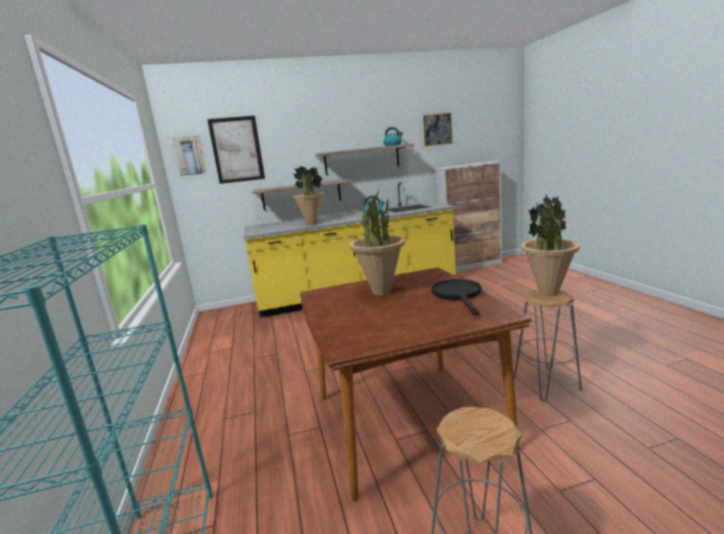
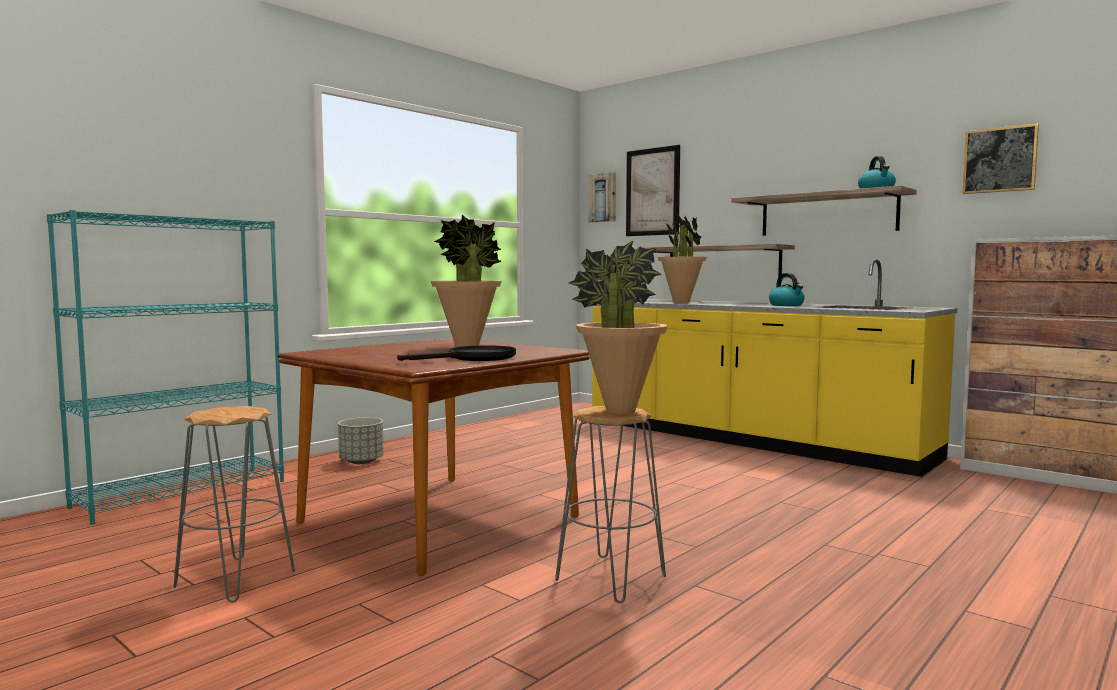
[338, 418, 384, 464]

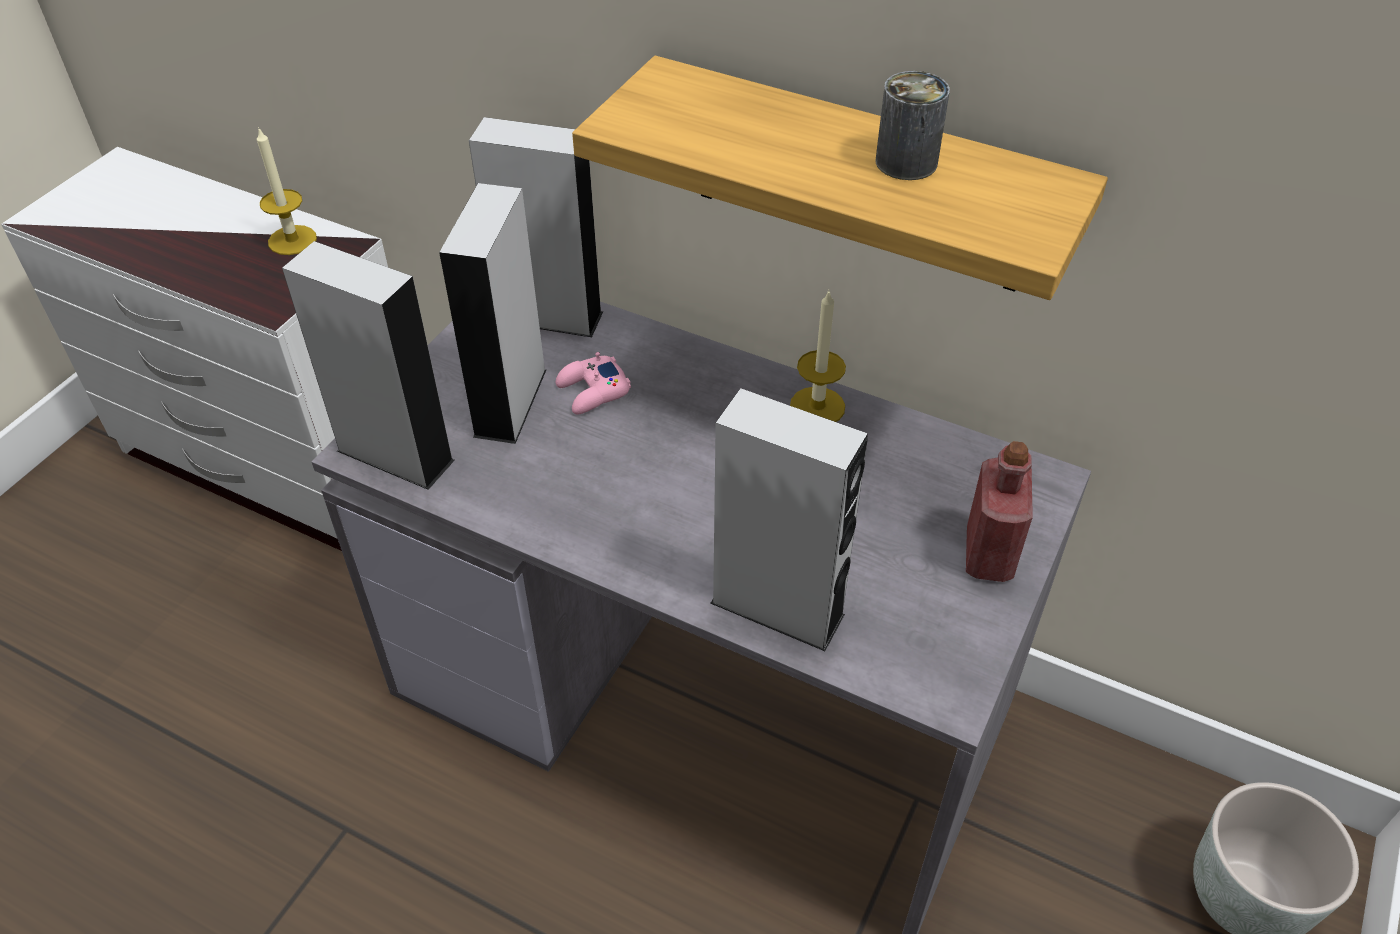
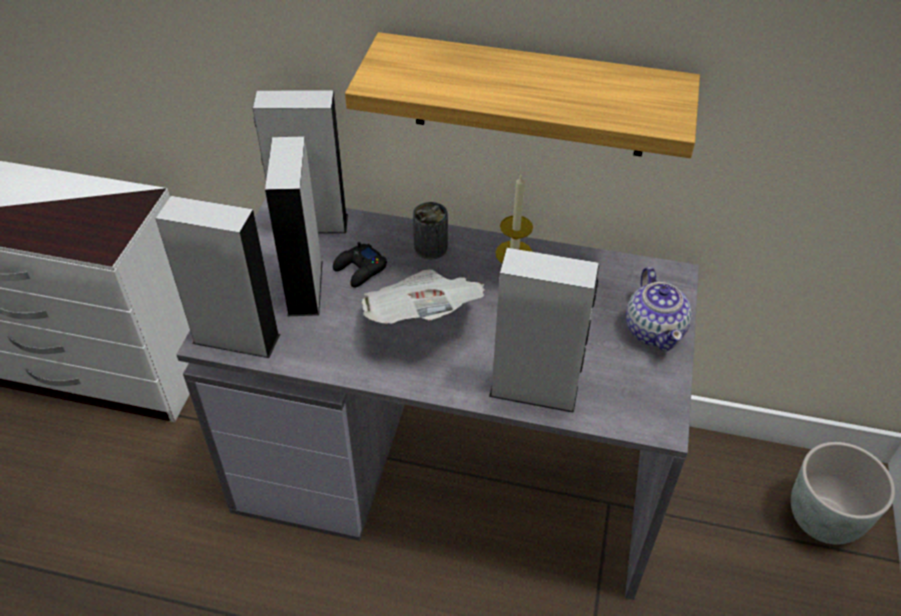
[257, 127, 317, 255] (first image)
[362, 269, 484, 324]
[413, 202, 448, 259]
[626, 267, 692, 351]
[333, 242, 387, 288]

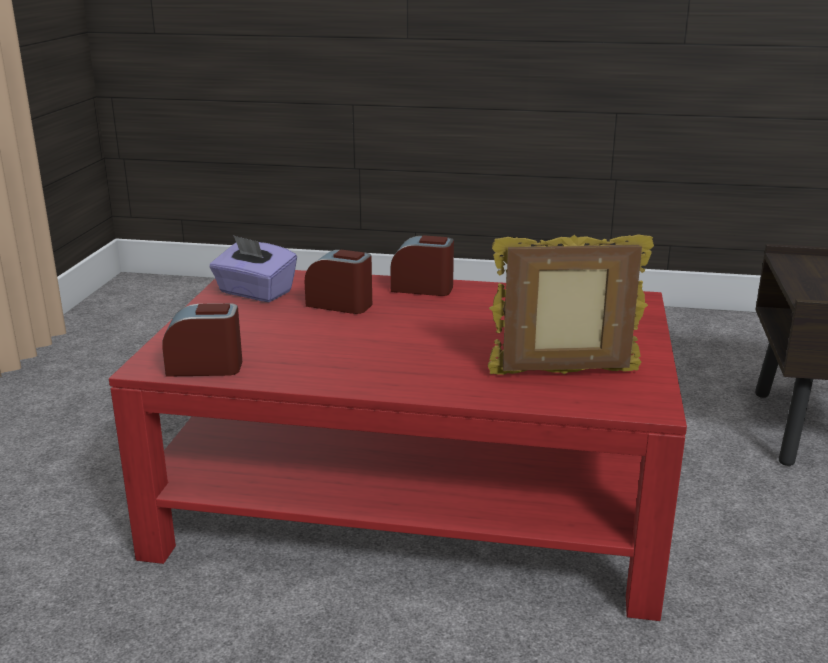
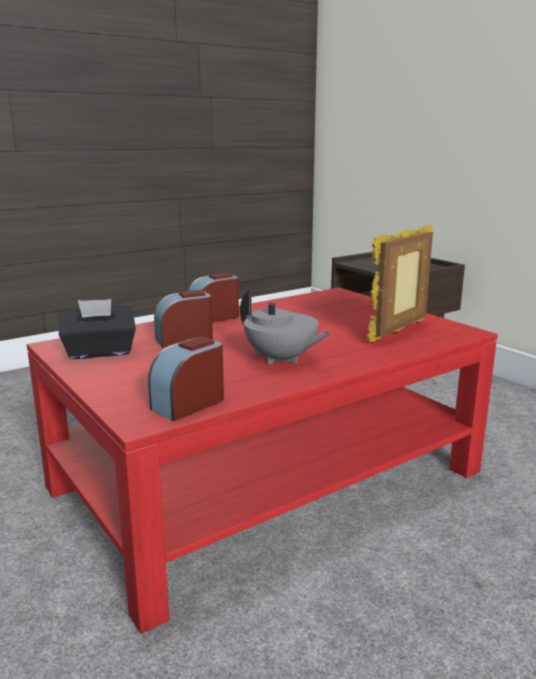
[240, 290, 331, 365]
[59, 299, 136, 359]

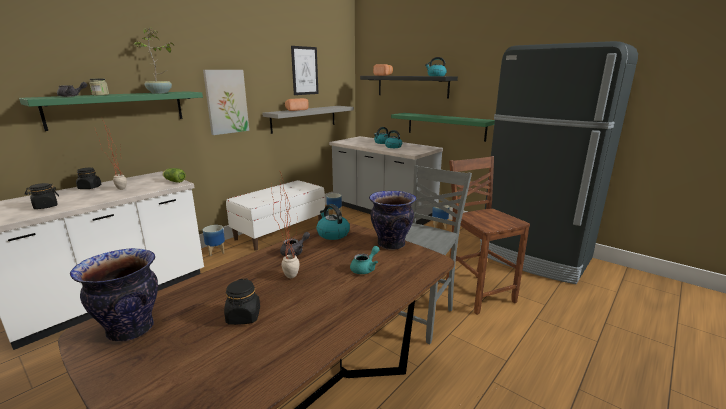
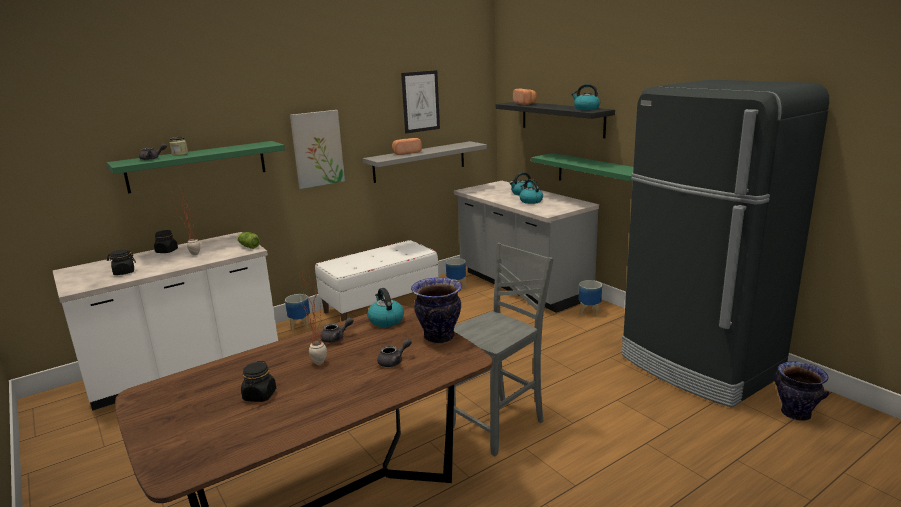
[134, 27, 174, 94] (first image)
[446, 156, 530, 315] (first image)
[774, 361, 829, 421]
[377, 338, 412, 367]

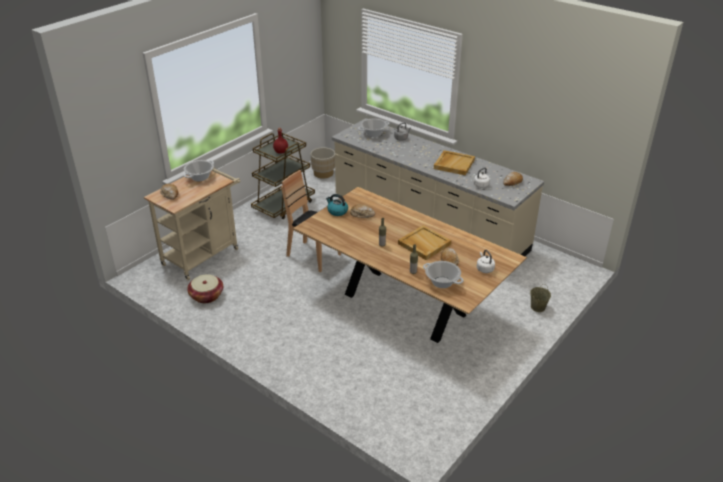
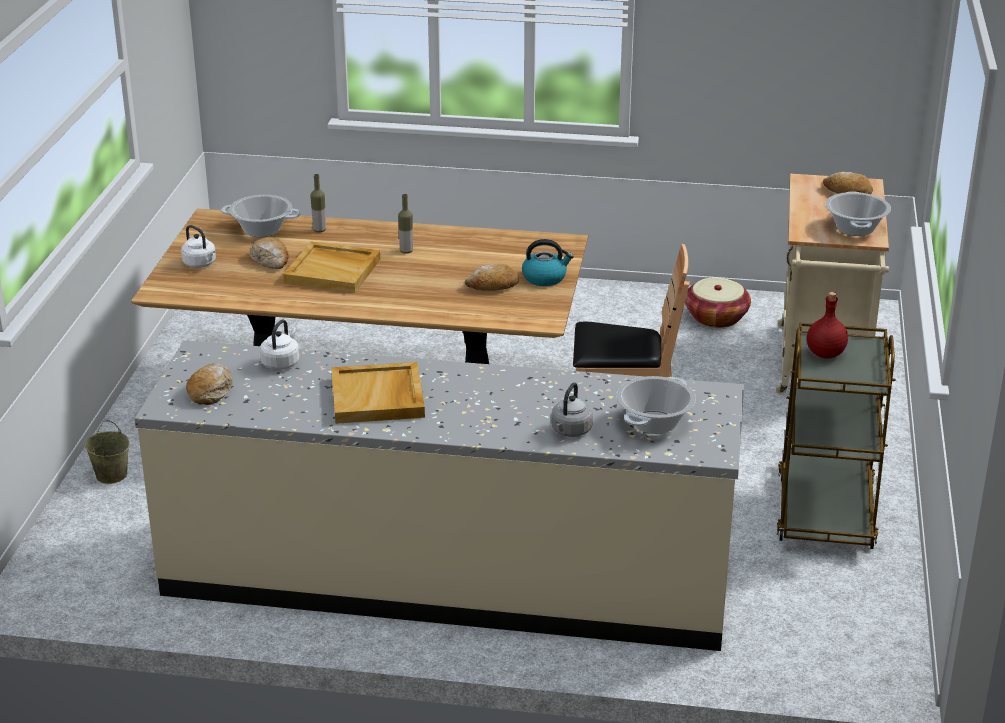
[311, 147, 335, 179] (first image)

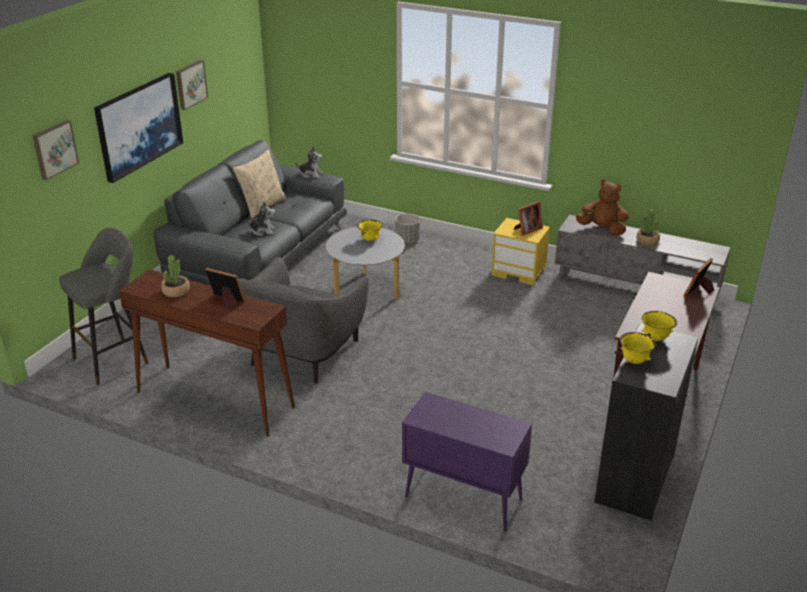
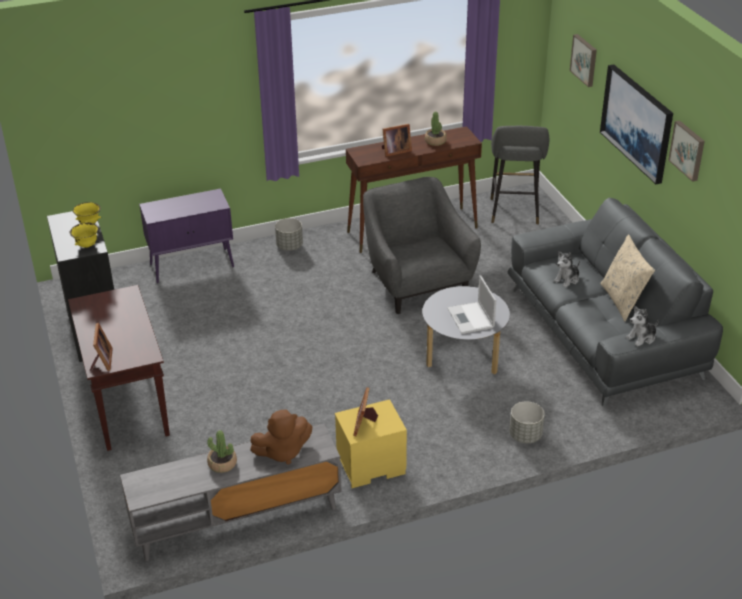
[275, 218, 303, 251]
[447, 275, 496, 334]

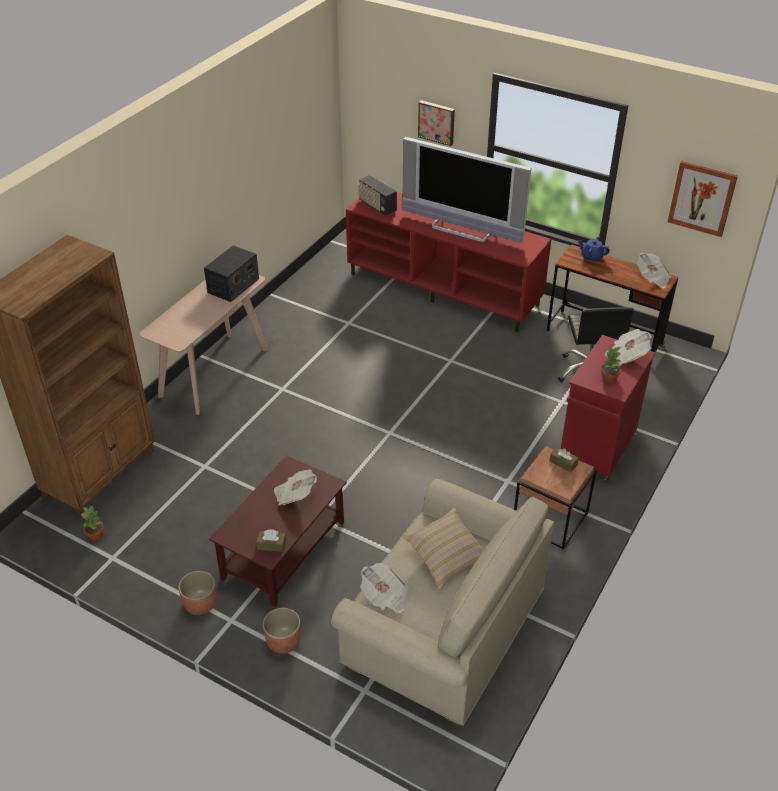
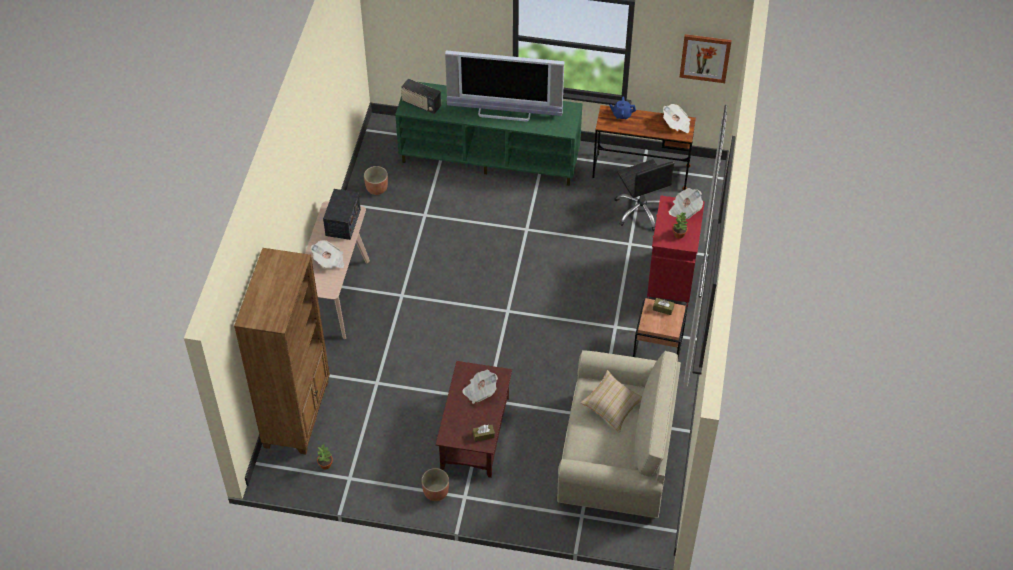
[418, 100, 455, 146] (first image)
[364, 166, 388, 195]
[311, 240, 344, 269]
[395, 80, 582, 186]

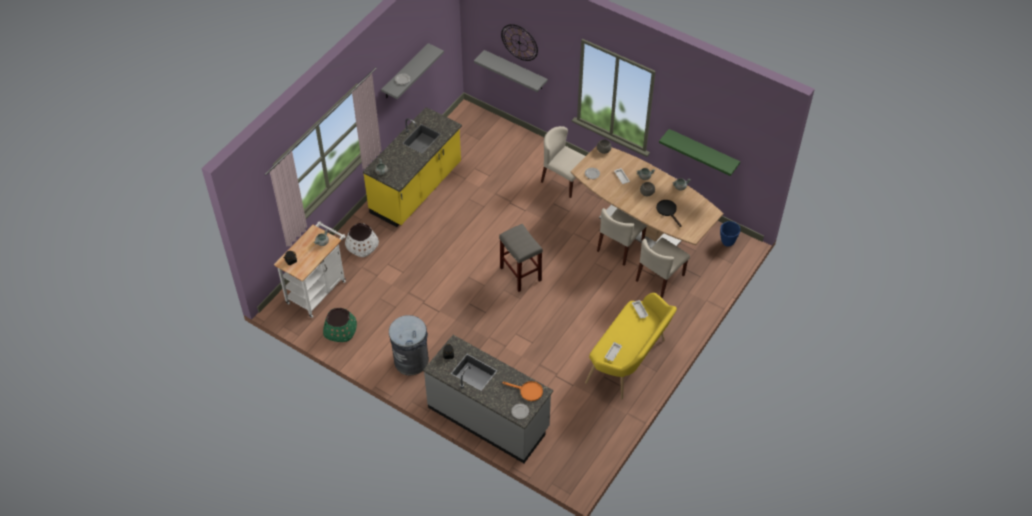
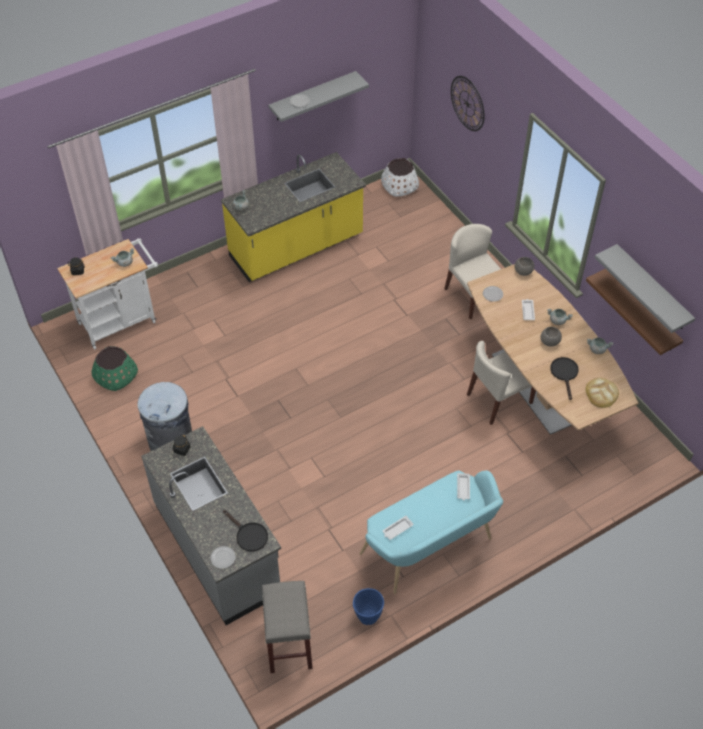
[636, 238, 690, 298] (first image)
[586, 378, 619, 408]
[381, 158, 419, 197]
[594, 244, 695, 333]
[262, 581, 313, 673]
[353, 588, 384, 625]
[223, 510, 268, 551]
[359, 470, 503, 594]
[586, 269, 683, 355]

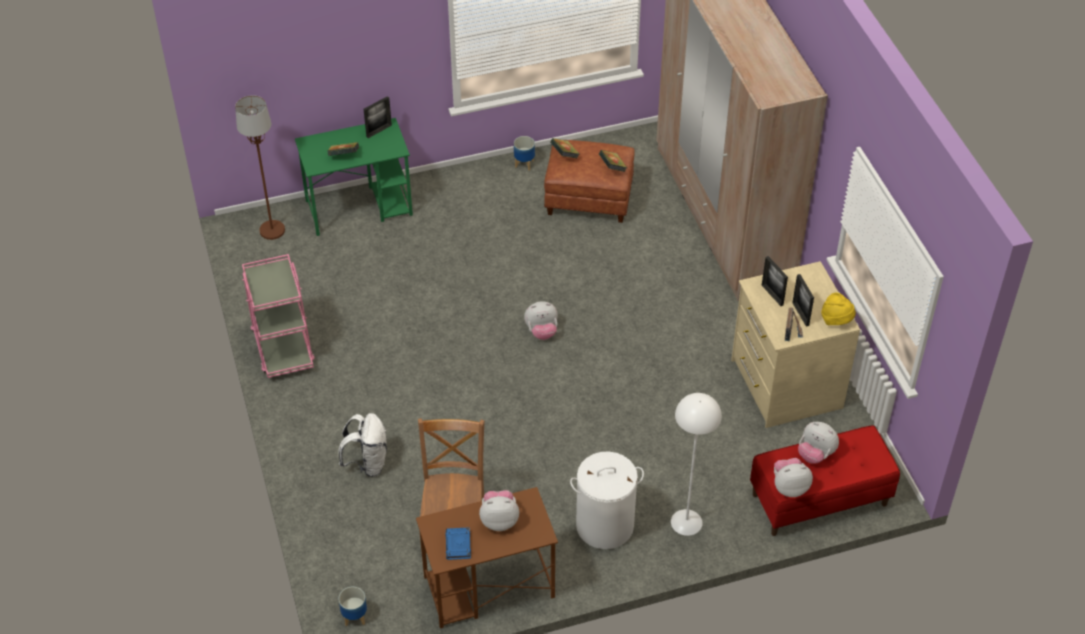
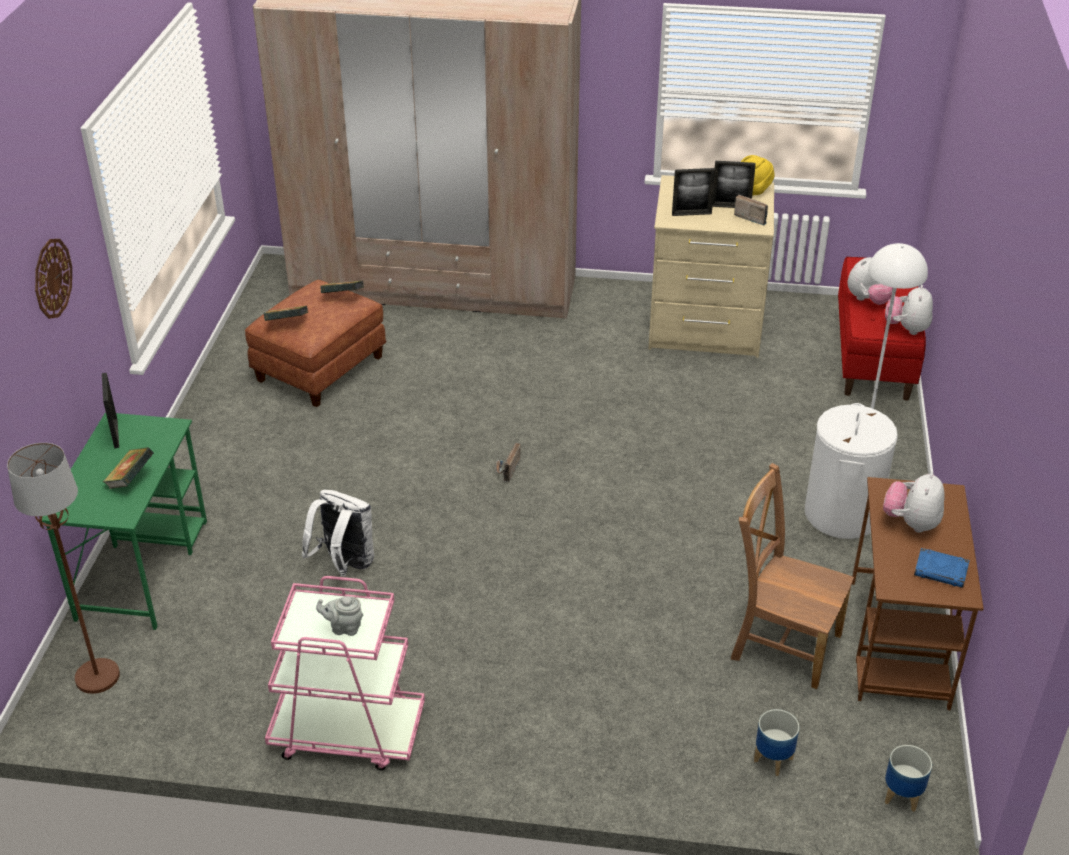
[35, 239, 72, 319]
[316, 596, 363, 636]
[301, 490, 374, 576]
[754, 709, 799, 776]
[495, 443, 521, 482]

